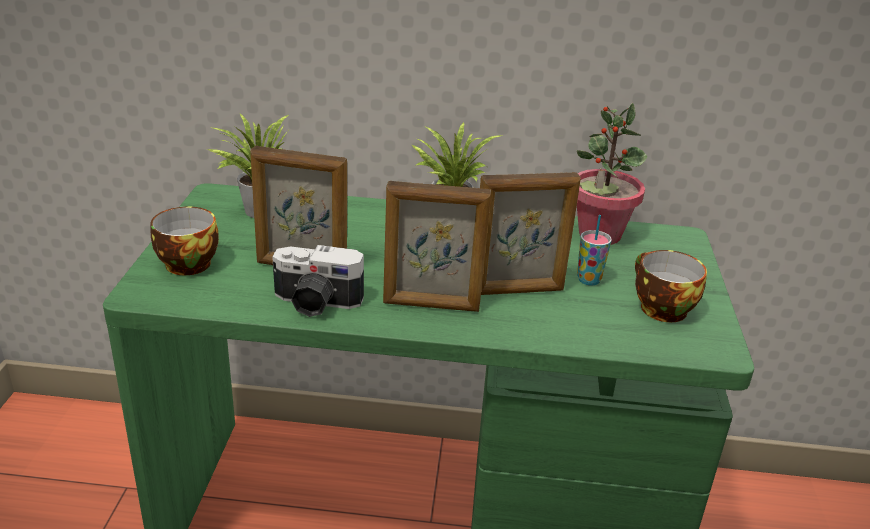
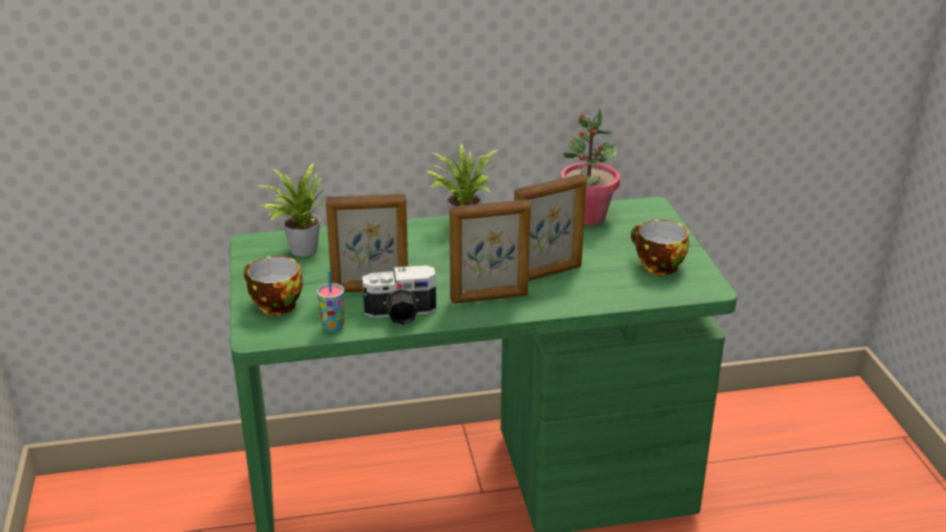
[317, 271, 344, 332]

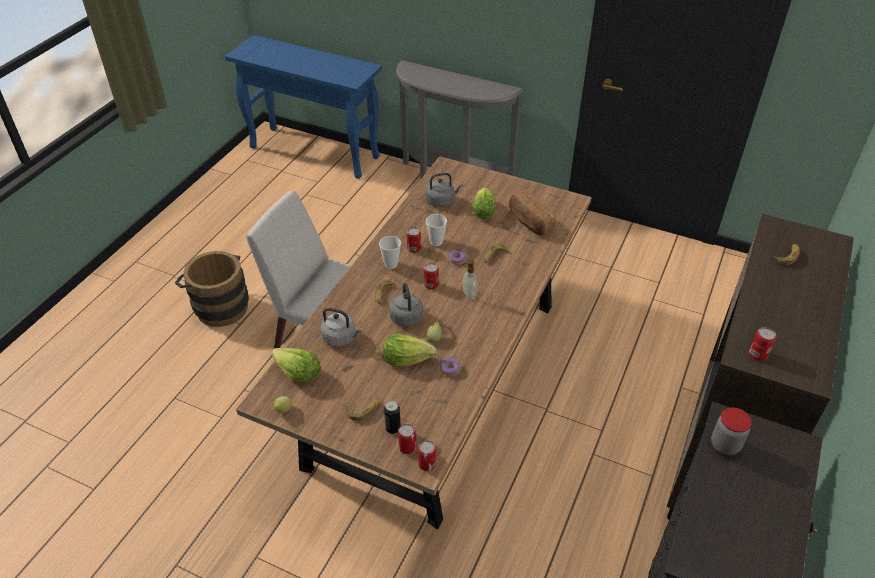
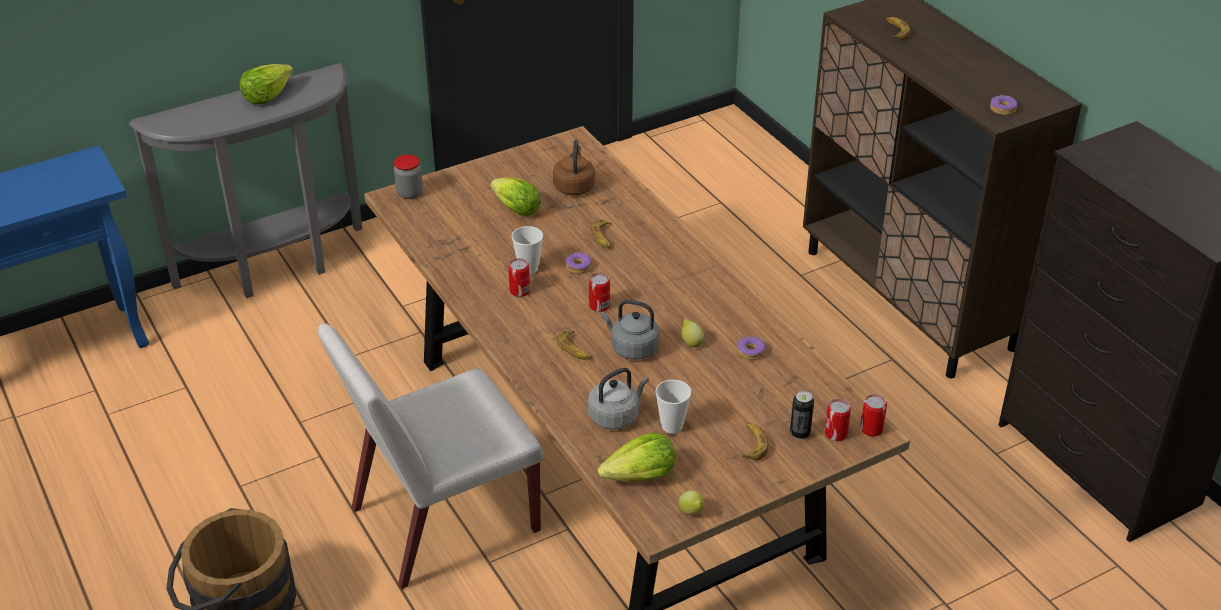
[426, 173, 463, 207] (first image)
[462, 260, 478, 299] (first image)
[655, 380, 691, 434]
[239, 64, 293, 104]
[394, 155, 423, 199]
[553, 140, 595, 195]
[990, 95, 1017, 115]

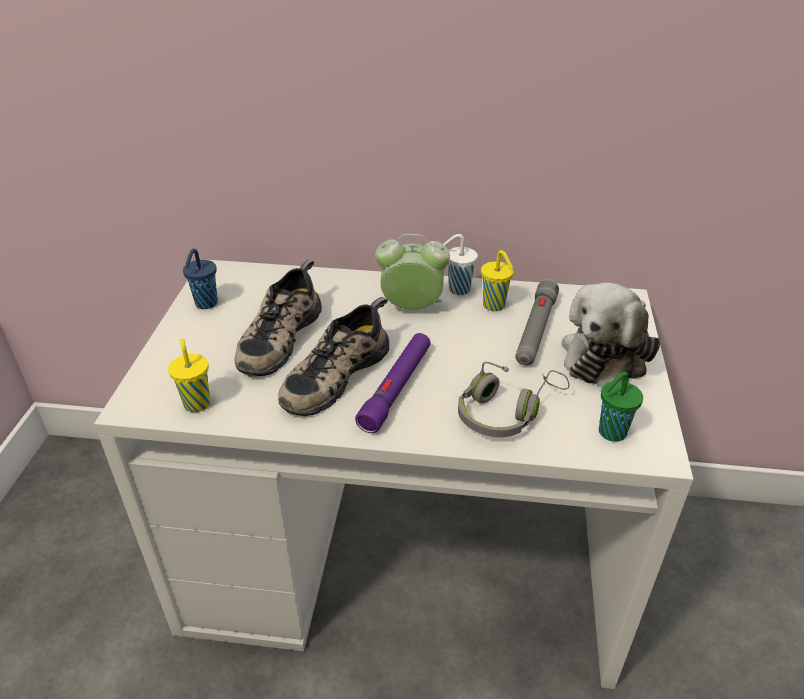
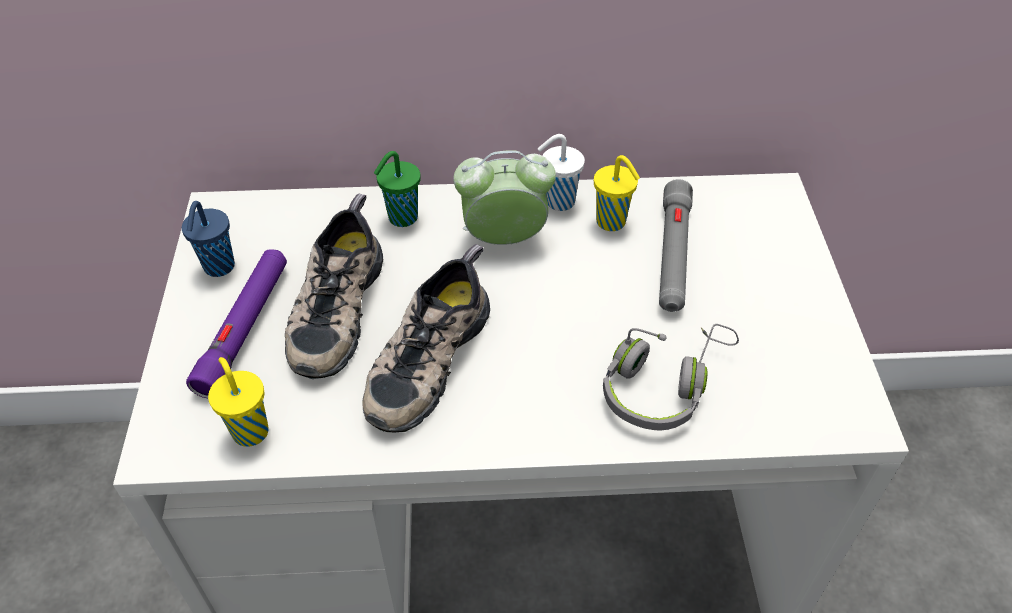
[561, 283, 660, 388] (first image)
[186, 249, 287, 398]
[374, 151, 421, 227]

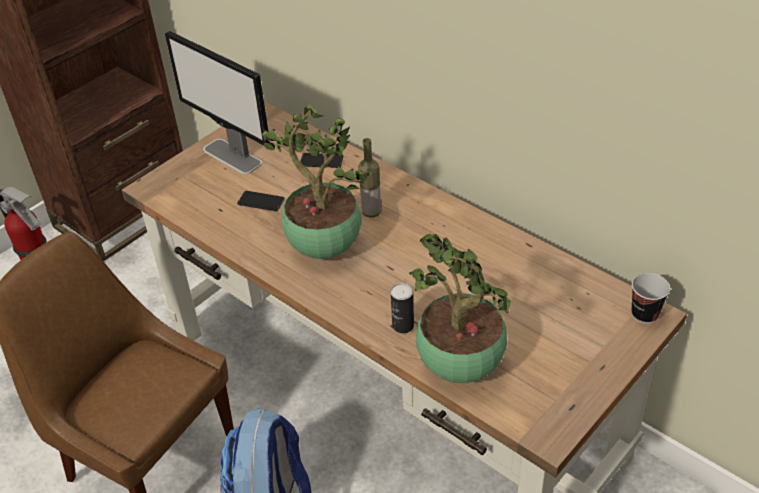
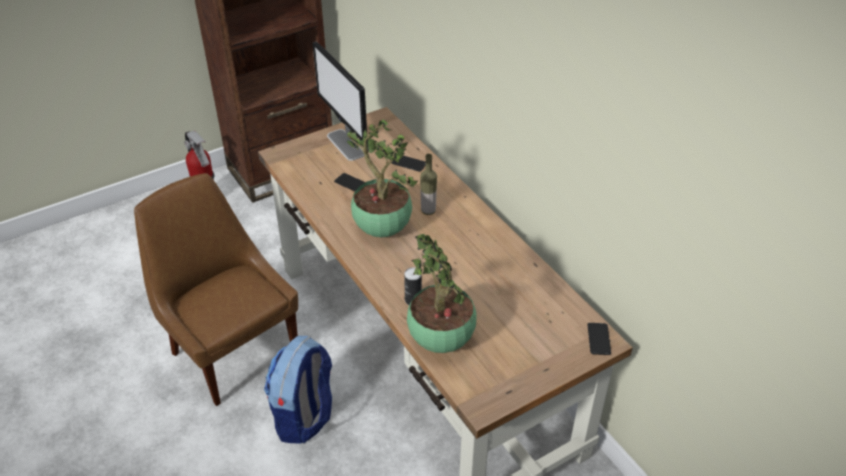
[587, 323, 611, 355]

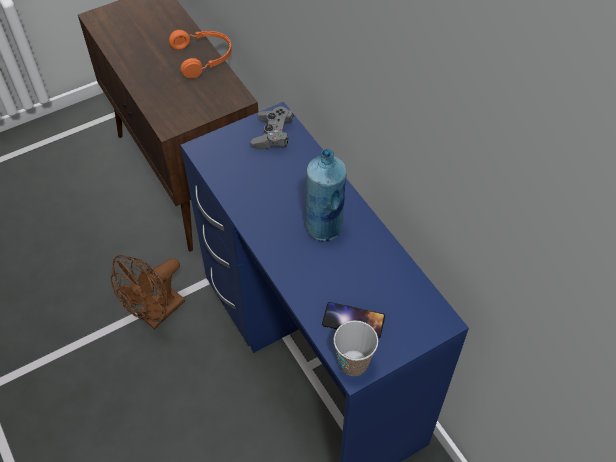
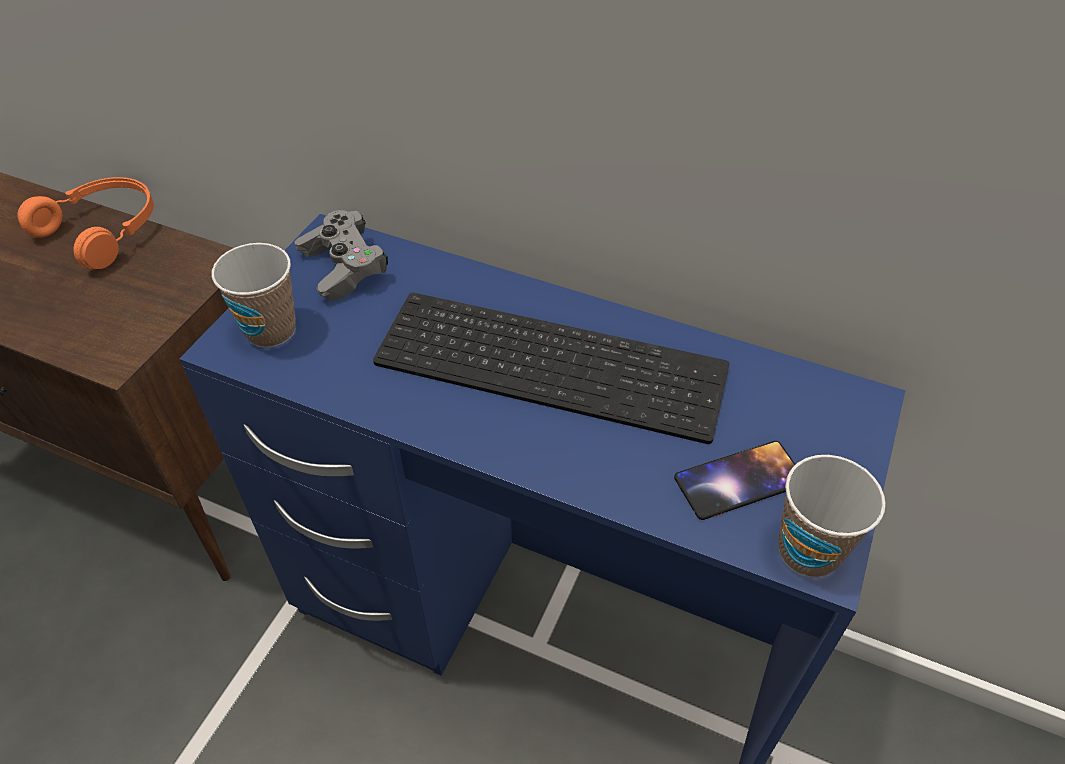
[111, 255, 185, 329] (first image)
[212, 243, 296, 348]
[373, 293, 730, 444]

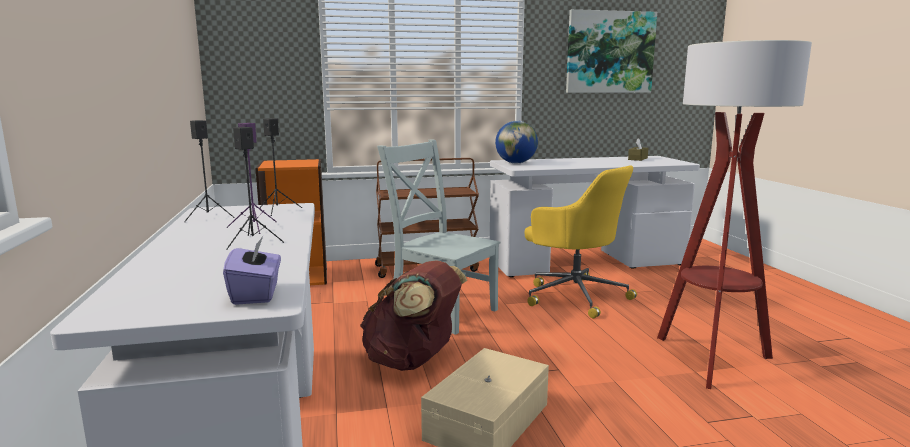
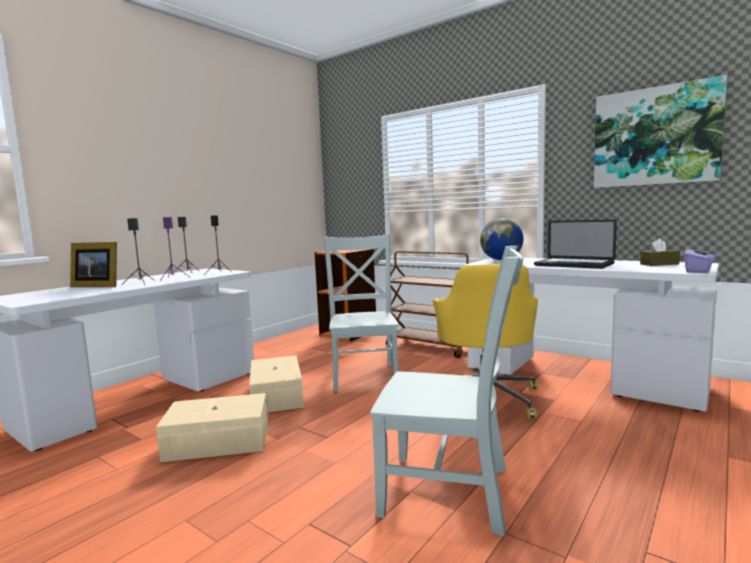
[70, 242, 117, 287]
[534, 219, 617, 269]
[685, 243, 715, 273]
[249, 355, 304, 412]
[370, 246, 523, 536]

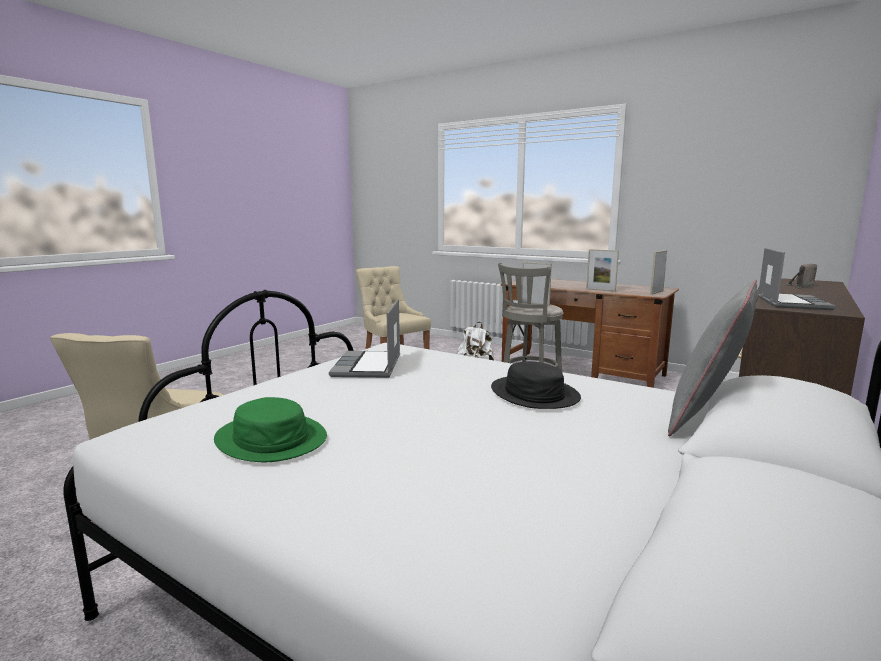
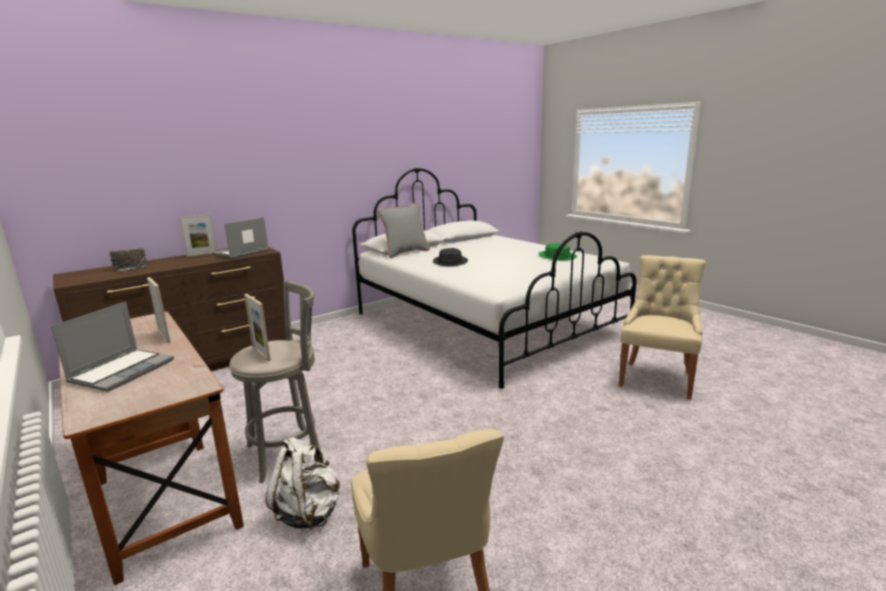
[51, 301, 174, 392]
[179, 214, 217, 257]

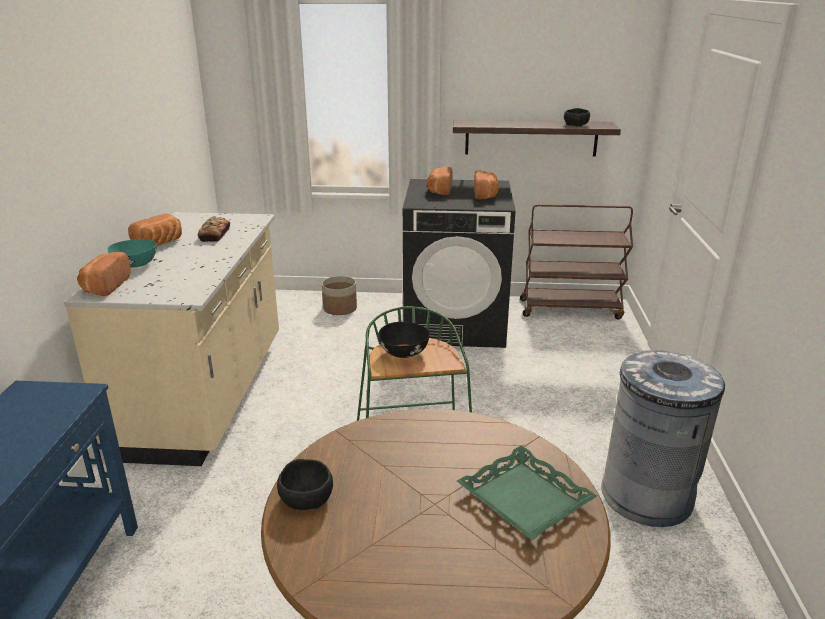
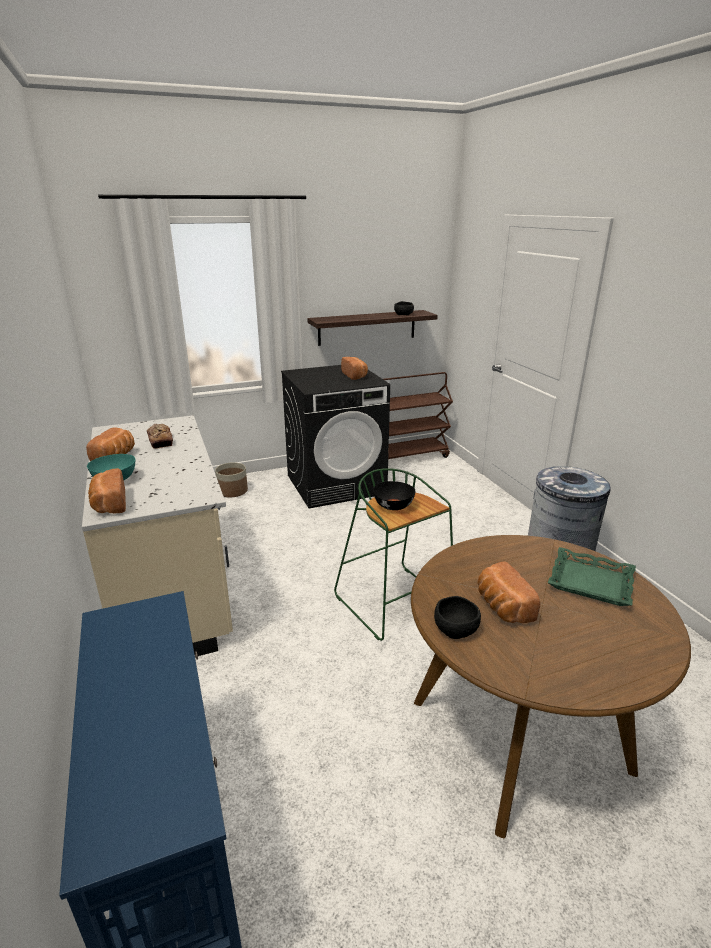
[477, 561, 540, 623]

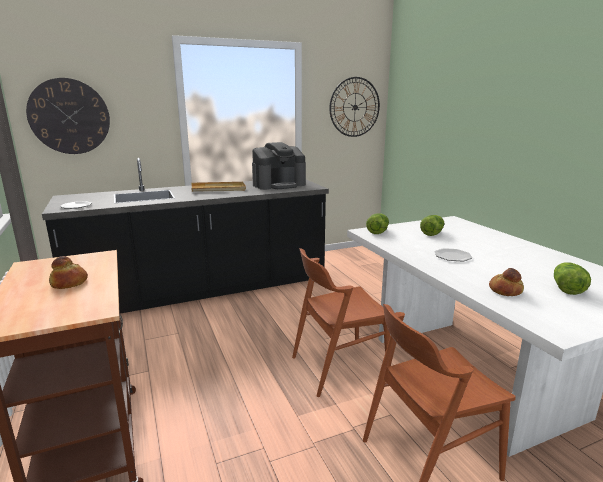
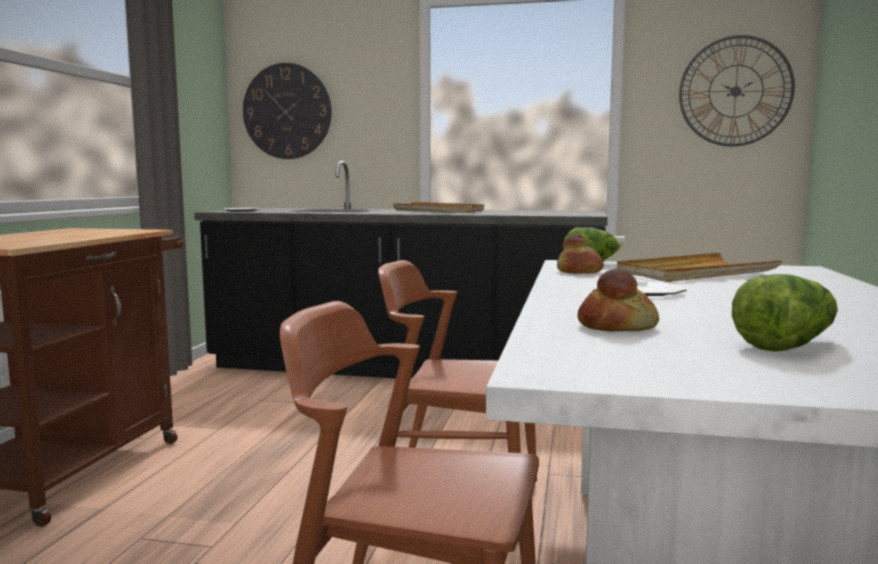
[252, 142, 306, 190] (first image)
[557, 234, 604, 274]
[617, 253, 782, 282]

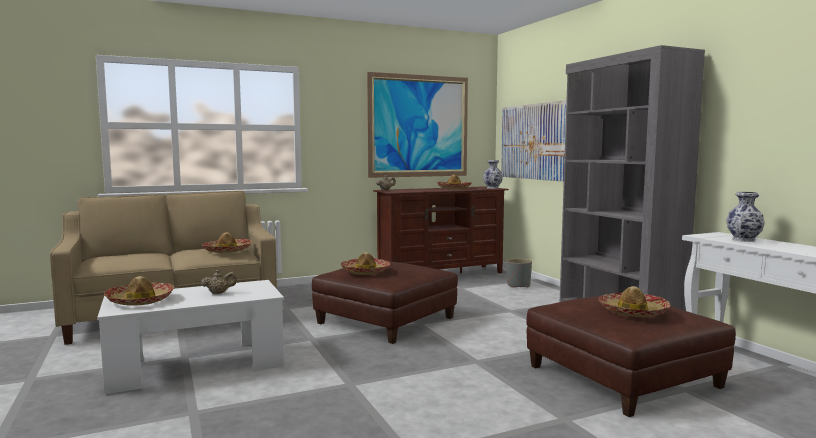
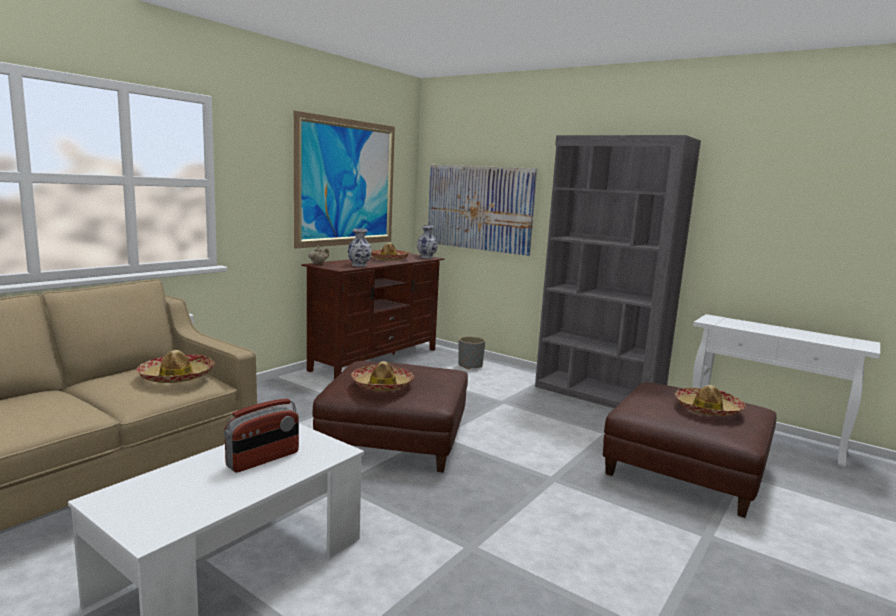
[104, 276, 174, 306] (first image)
[348, 228, 372, 267]
[224, 399, 299, 472]

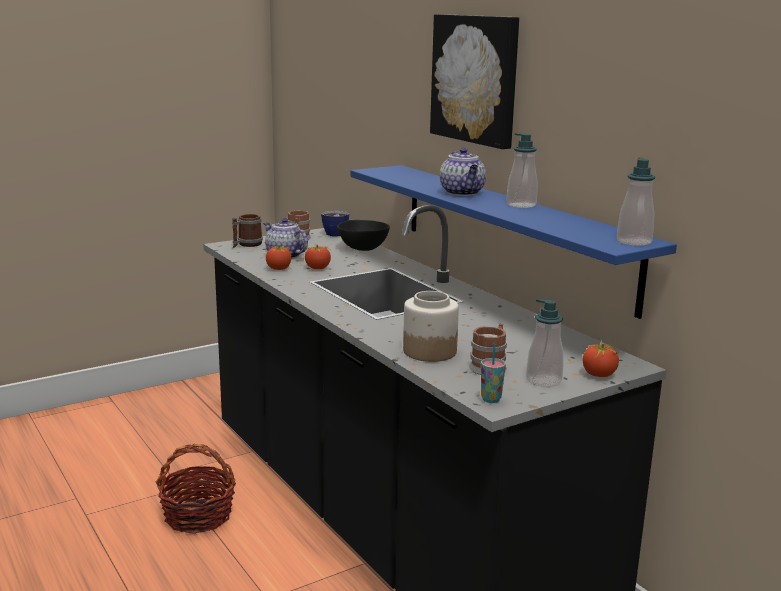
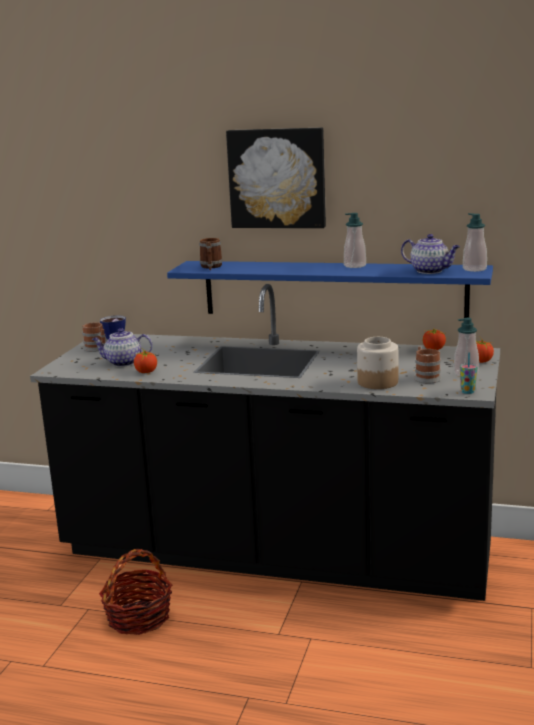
[337, 220, 390, 251] (first image)
[199, 238, 223, 270]
[423, 328, 446, 350]
[401, 234, 460, 274]

